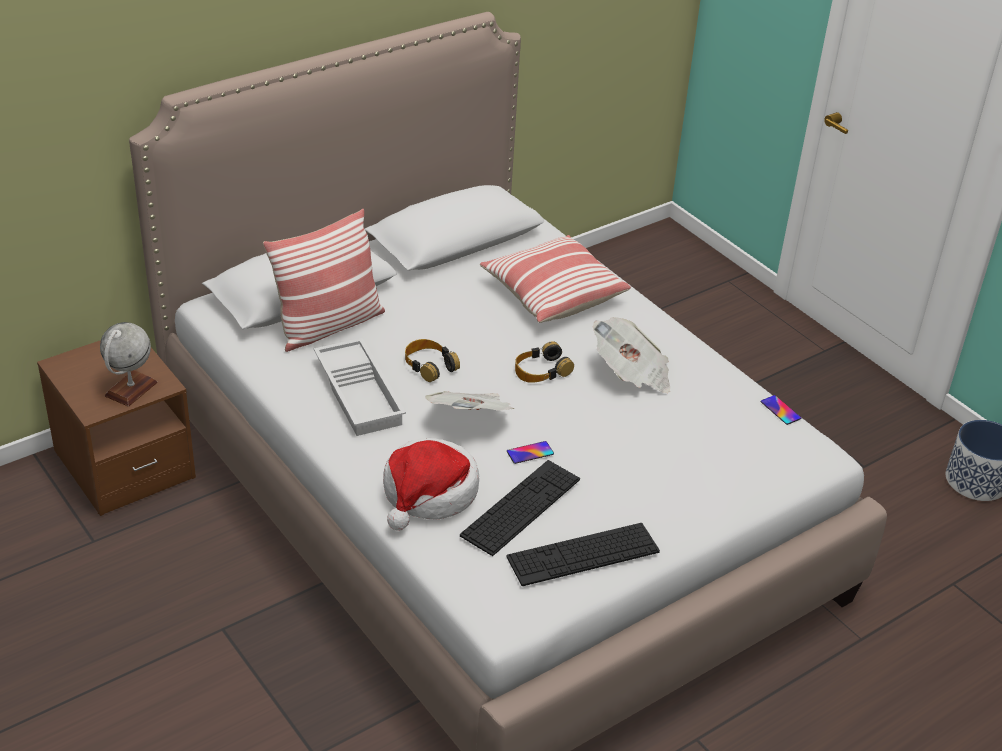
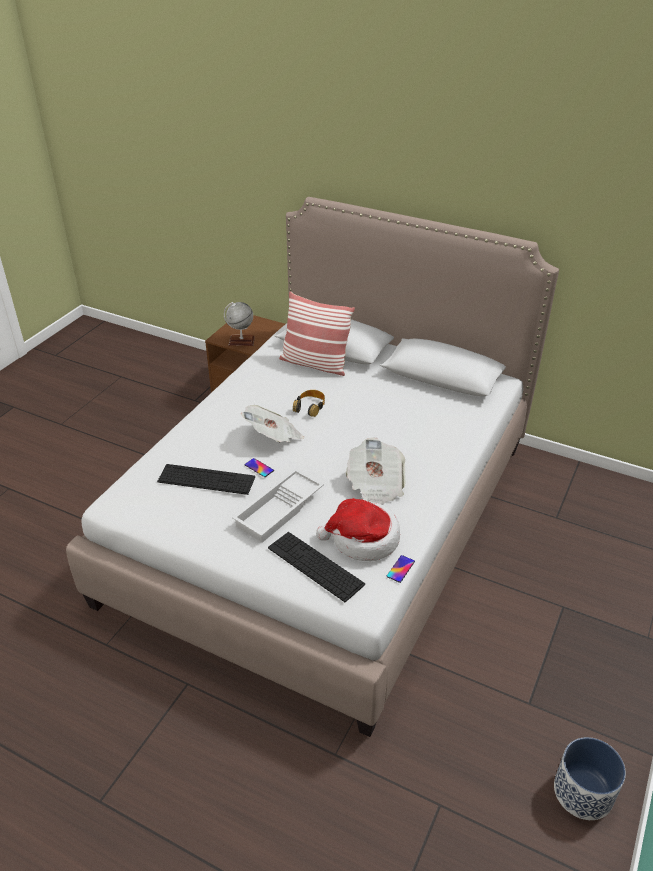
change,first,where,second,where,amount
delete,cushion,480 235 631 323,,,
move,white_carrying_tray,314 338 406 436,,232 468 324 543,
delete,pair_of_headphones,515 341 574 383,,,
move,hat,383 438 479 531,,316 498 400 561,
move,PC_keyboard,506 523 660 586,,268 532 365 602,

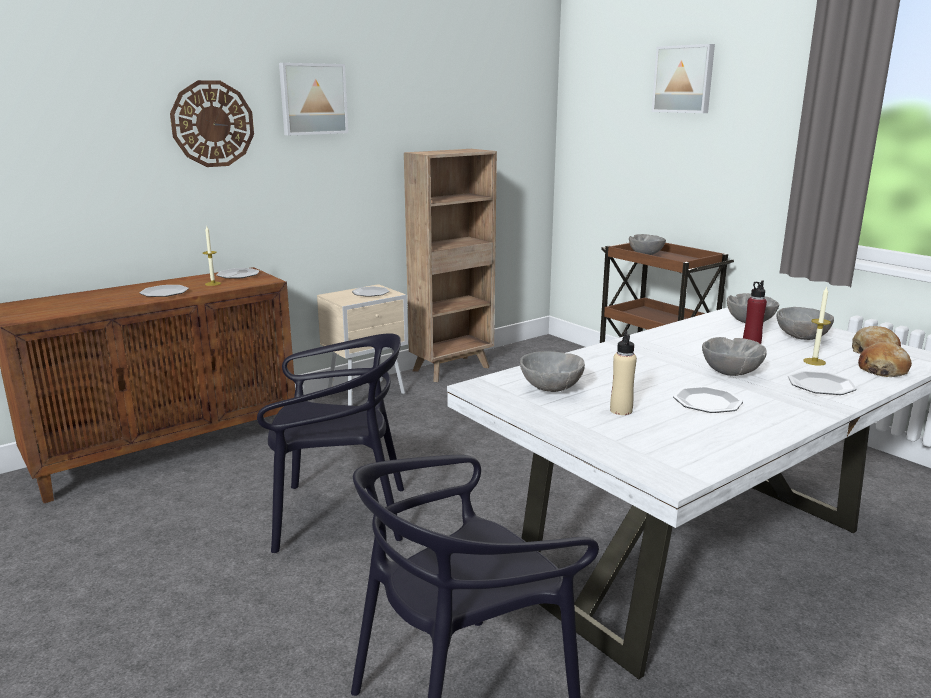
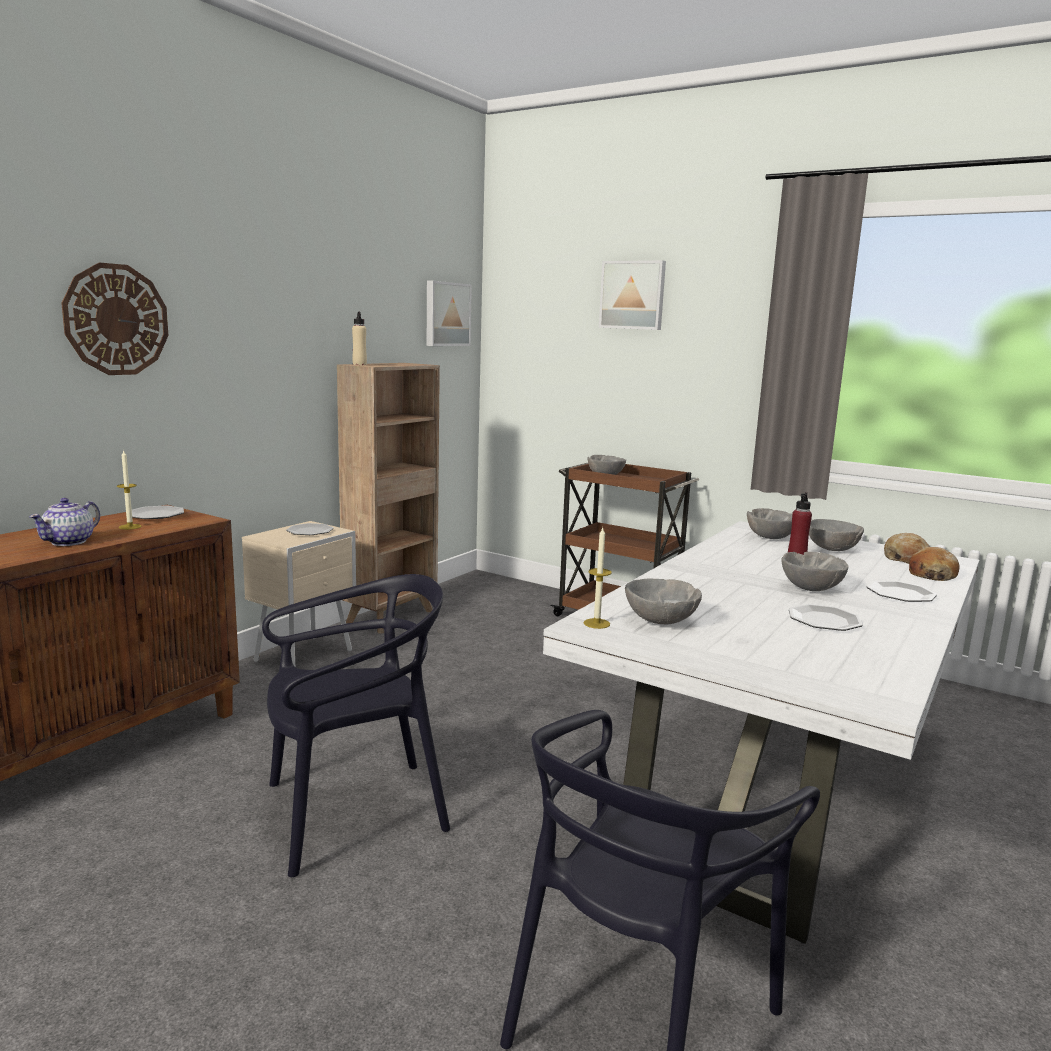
change,first,where,second,where,amount
move,wall_art,279 63 348 135,,427 281 472 346,
replace,dinner_plate,139 285 189 297,teapot,29 498 100 546,
move,candle,803 286 831 366,,584 528 612 629,
move,sand-coloured_bottle,610 331 637 415,,352 312 367 365,

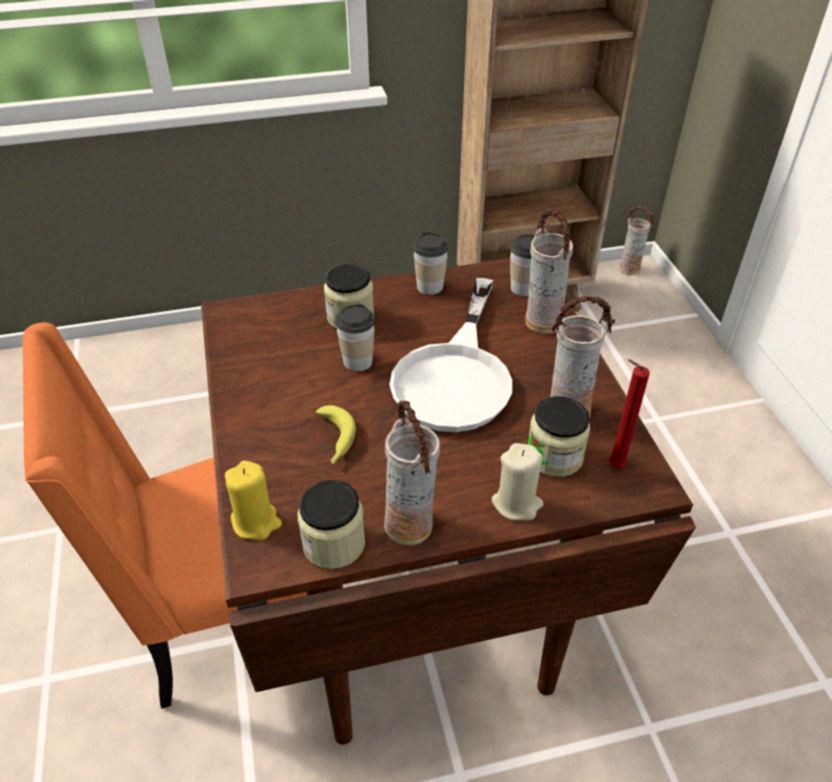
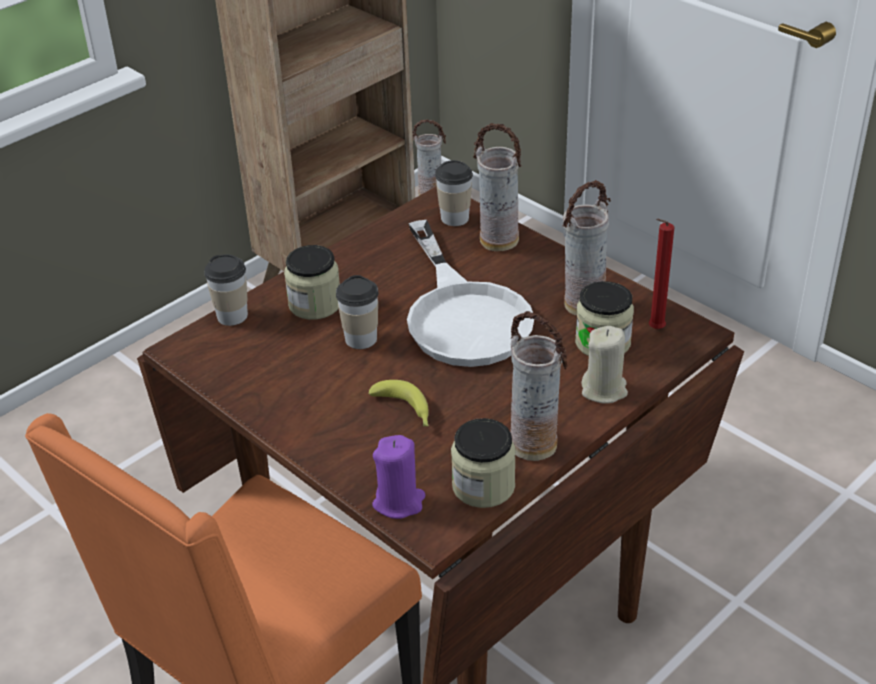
change,first,where,second,where,amount
move,cup,413 232 449 295,,204 255 248 326,
recolor,yellow-coloured_candle,225 461 282 540,purple-coloured_candle,372 435 426 519,

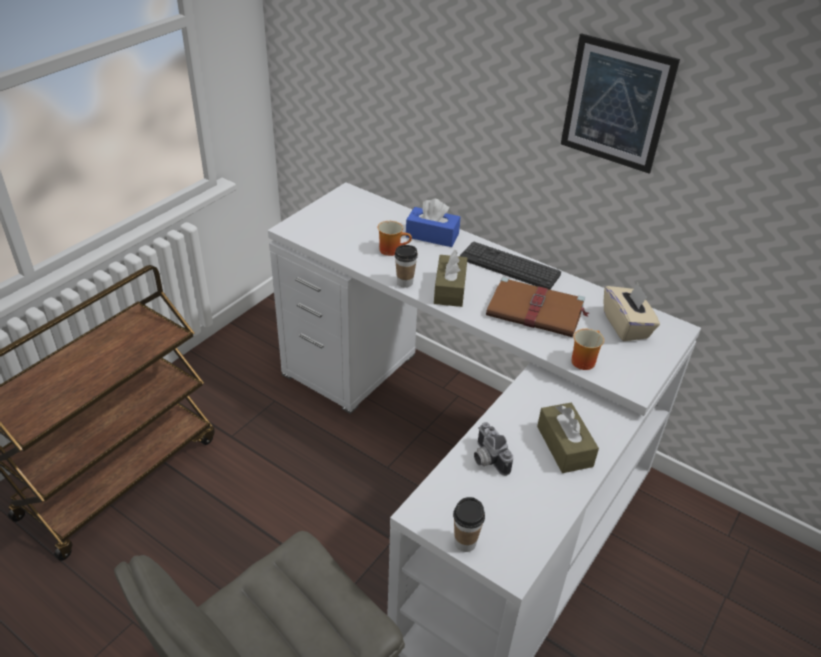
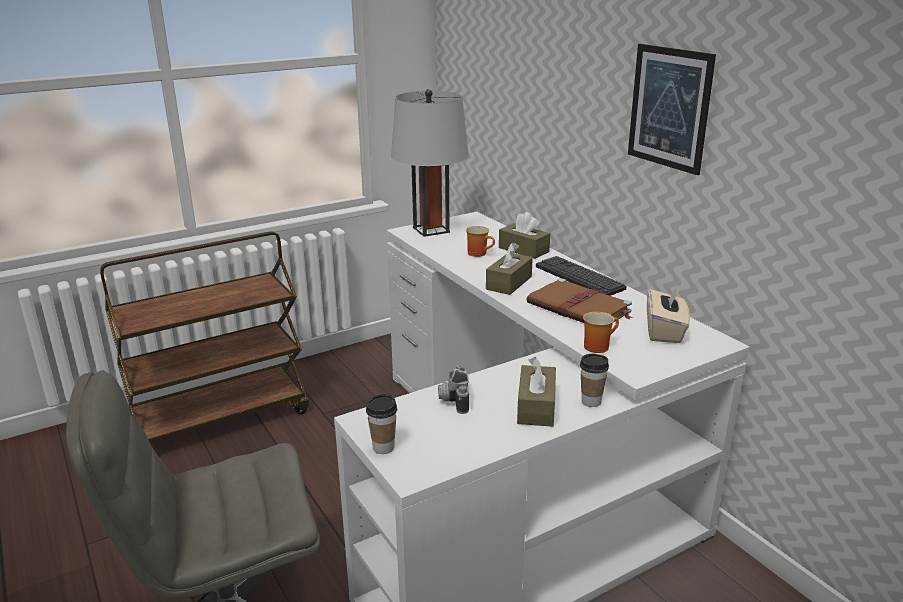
change,first,where,second,where,amount
recolor,blue_tissue_holder,406 199 460 247,brown_tissue_holder,499 212 550 259,
move,cup,395 245 418 287,,580 354 609 407,
insert,,,gray_lamp_for_a_table,391 89 469 237,

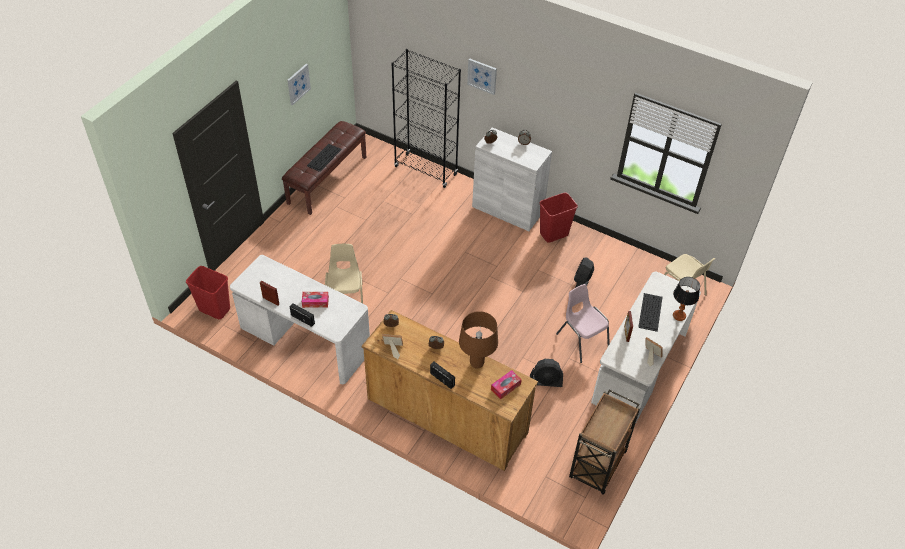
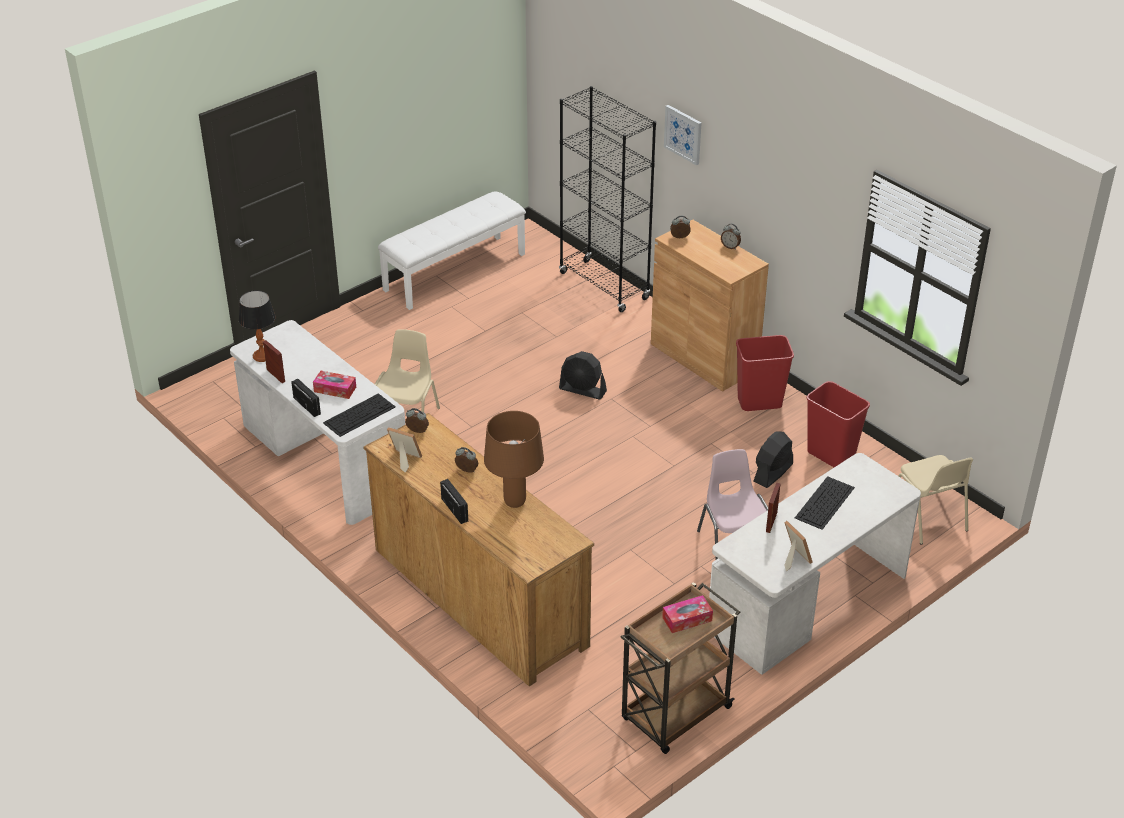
change,first,where,second,where,amount
delete,wall_art,287 64 311 105,,,
recolor,brown_indoor_bench,282 121 366 215,white_indoor_bench,378 192 526 310,
recolor,white_cupboard,472 128 552 231,brown_cupboard,651 220 769 392,
move,PC_keyboard,307 144 342 172,,323 393 396 437,
move,red_rubbish_bin,186 266 230 319,,807 381 870 467,
move,lamp_for_a_table,673 277 700 321,,239 290 276 362,
move,blackish_cooling_fan,530 359 563 387,,559 351 607 400,
move,tissue_holder,491 370 522 399,,662 595 713 633,

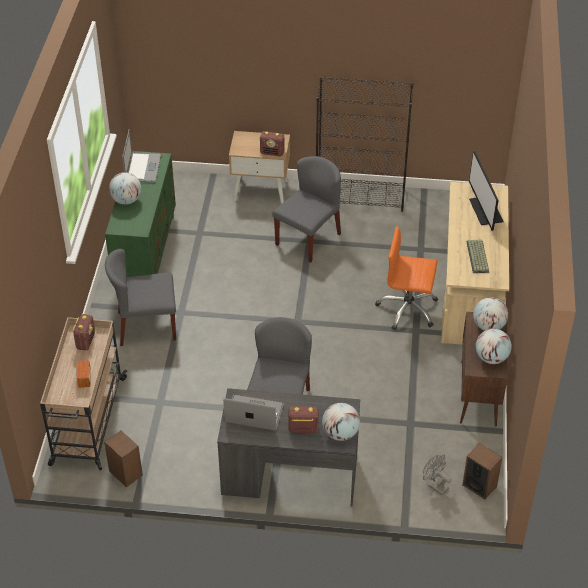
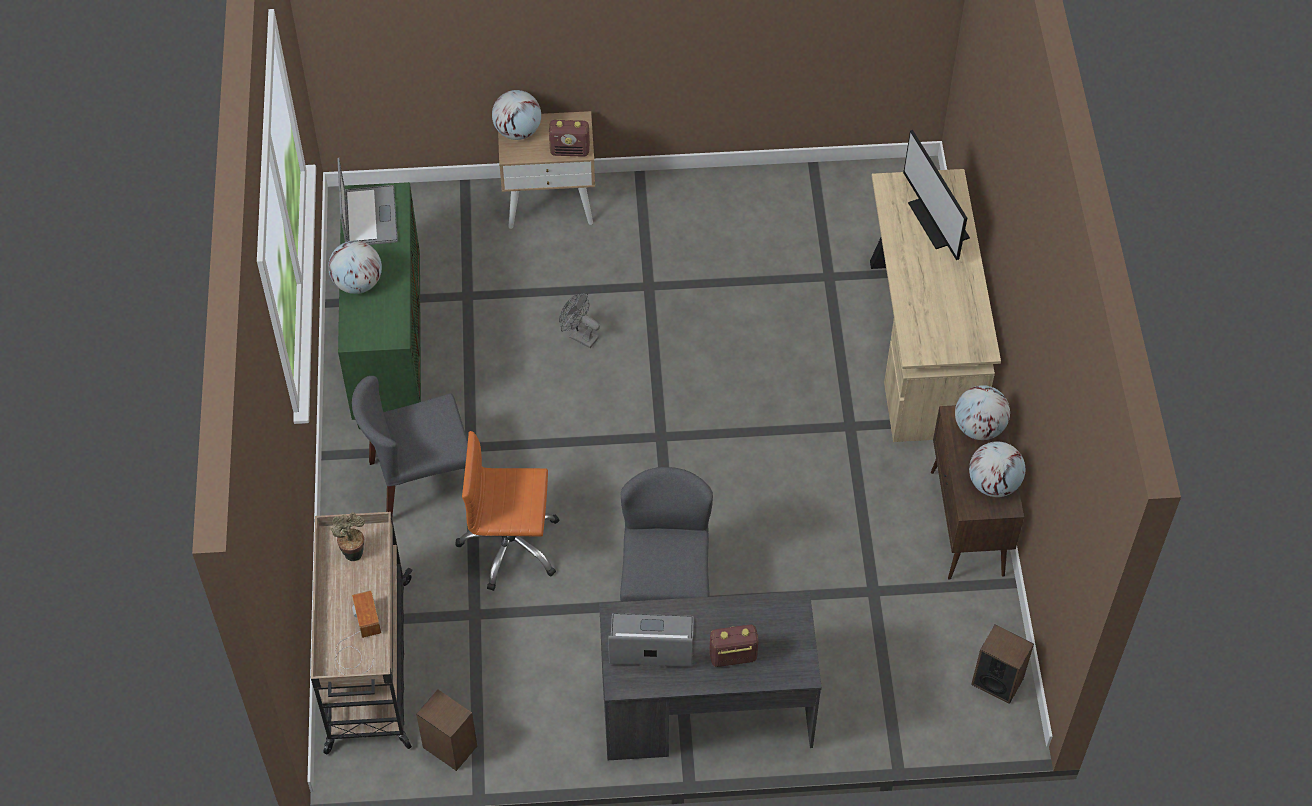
change,first,where,second,where,amount
delete,blackish_bookcase,316 77 413 212,,,
delete,gray_plain_chair,272 156 341 263,,,
move,orange-coloured_desk_chair,375 226 438 330,,455 431 560 591,
delete,PC_keyboard,466 239 489 273,,,
replace,radio_set,72 314 95 351,plant_in_a_pot,331 512 365 561,
move,globe,322 403 360 441,,492 90 541 140,
move,gray_cooling_fan,423 455 452 495,,559 293 600 348,

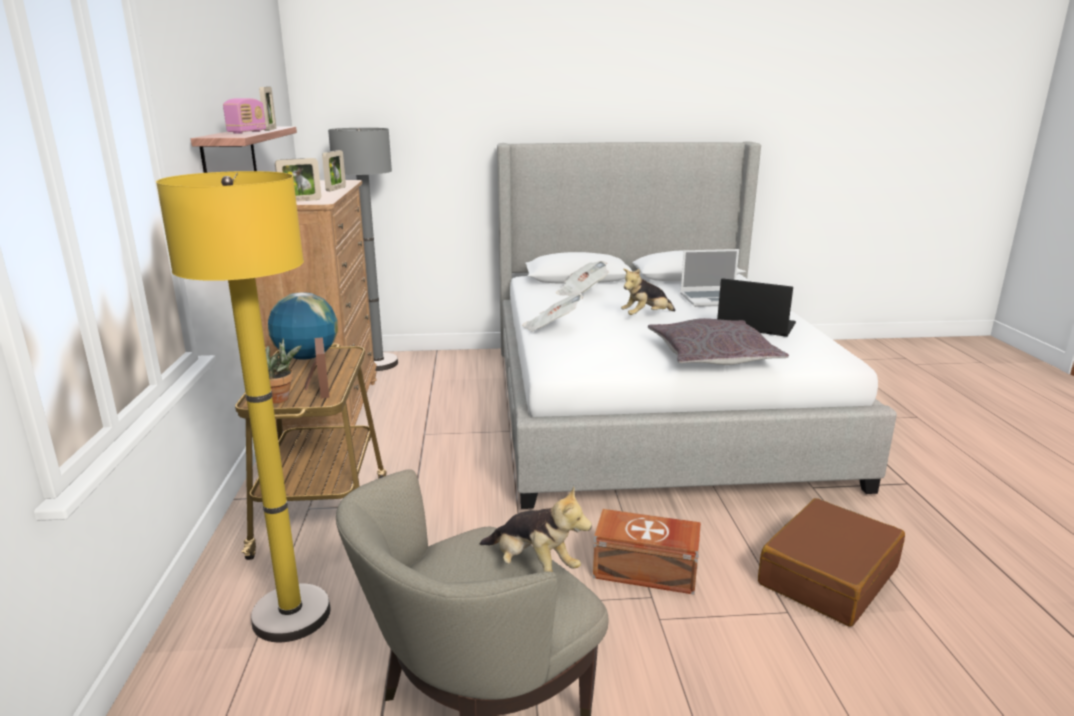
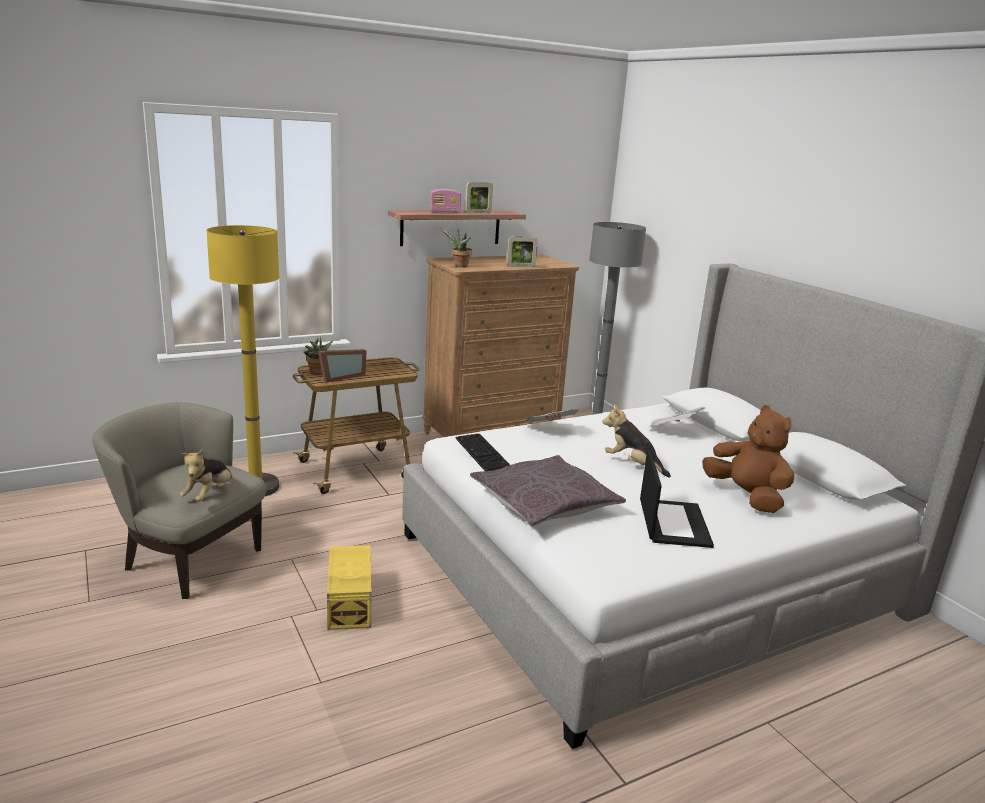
change,first,where,second,where,amount
replace,picture_frame,275 158 321 202,plant_in_a_pot,440 228 472 267,
replace,portable_computer,680 249 739 307,brown_plush_toy,702 405 794 513,
delete,globe,268 292 338 360,,,
delete,brown_suitcase,758 498 905 626,,,
recolor,brown_storage_box,593 509 701 595,yellow-coloured_storage_box,327 545 372 630,
insert,,,PC_keyboard,455 433 510 471,

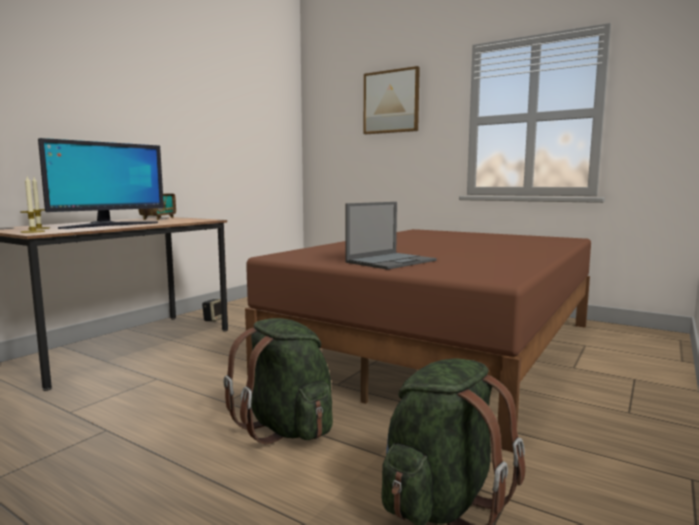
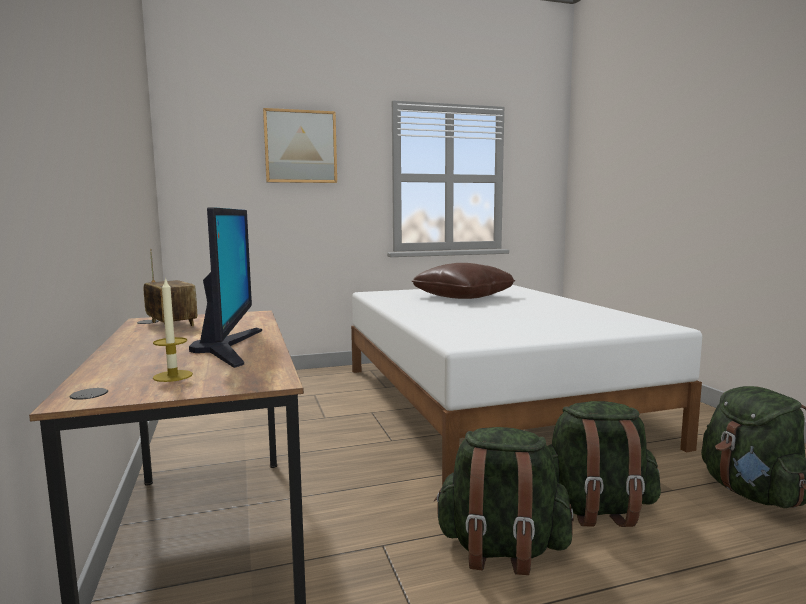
change,first,where,second,where,amount
delete,candle,21 176 45 233,,,
delete,portable_computer,345 202 437 270,,,
recolor,brown_sleeping_bed,245 229 591 452,white_sleeping_bed,351 285 702 485,
delete,loudspeaker,202 299 222 322,,,
insert,,,brown_cushion,412 263 515 299,
insert,,,green_backpack,434 427 574 575,

